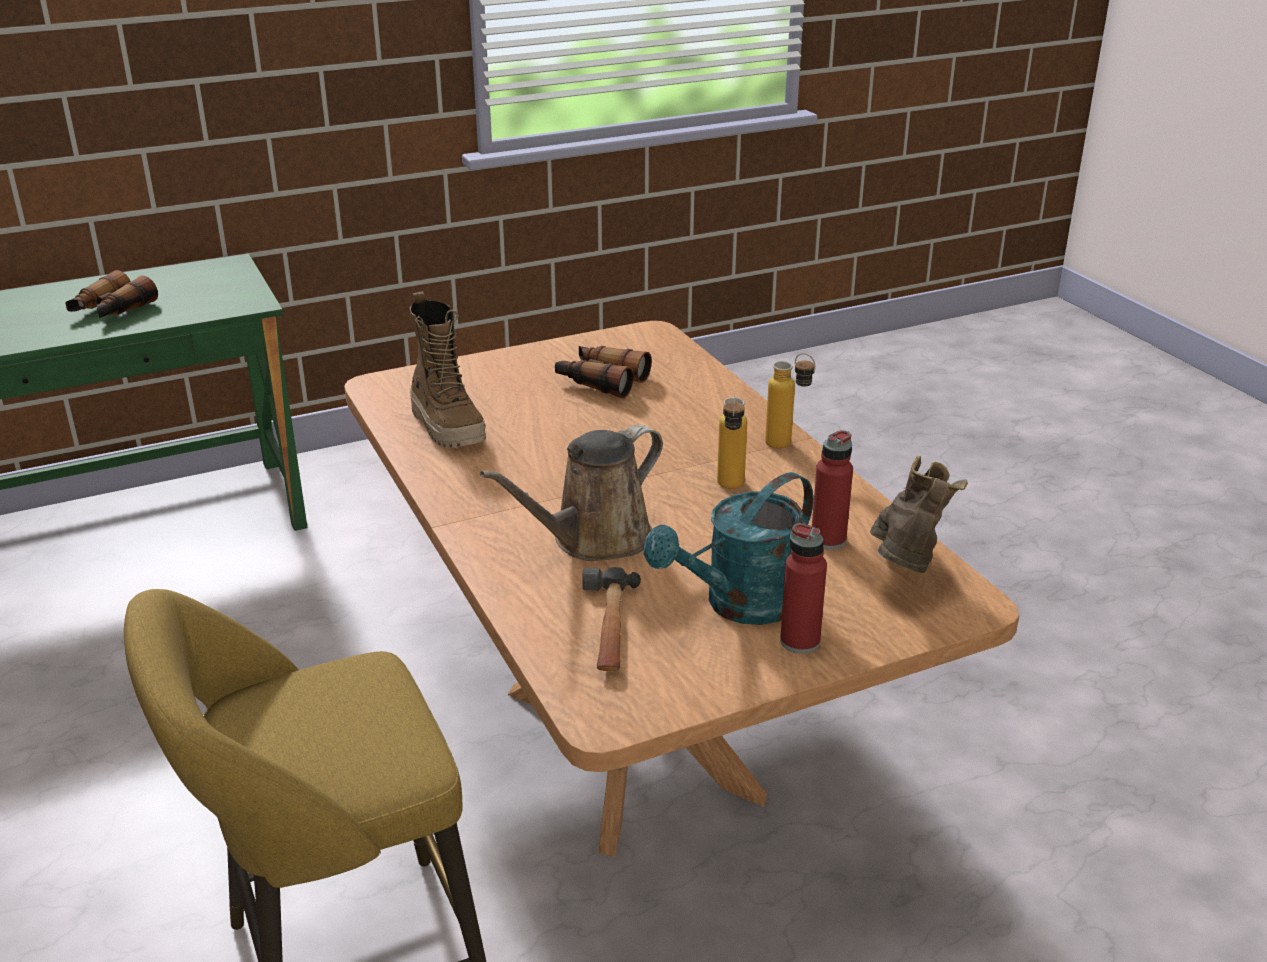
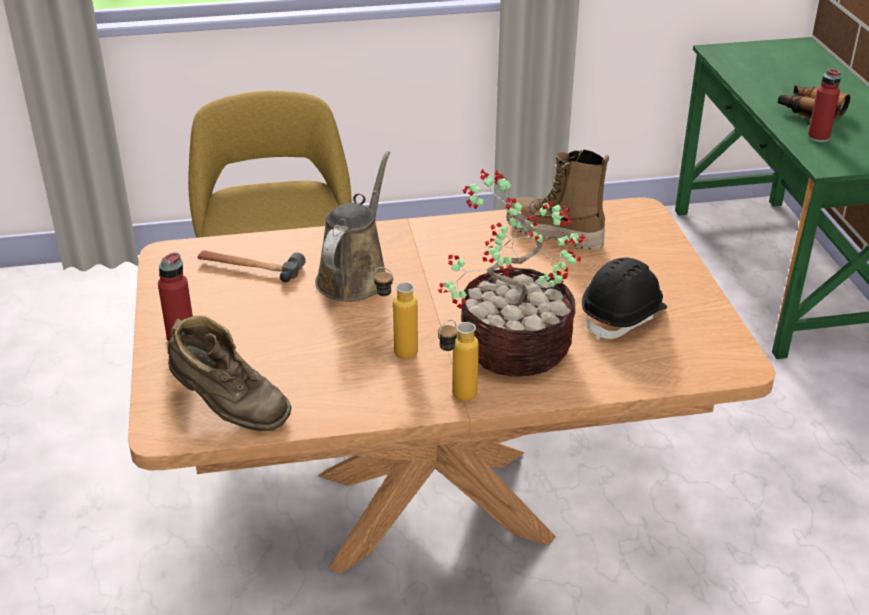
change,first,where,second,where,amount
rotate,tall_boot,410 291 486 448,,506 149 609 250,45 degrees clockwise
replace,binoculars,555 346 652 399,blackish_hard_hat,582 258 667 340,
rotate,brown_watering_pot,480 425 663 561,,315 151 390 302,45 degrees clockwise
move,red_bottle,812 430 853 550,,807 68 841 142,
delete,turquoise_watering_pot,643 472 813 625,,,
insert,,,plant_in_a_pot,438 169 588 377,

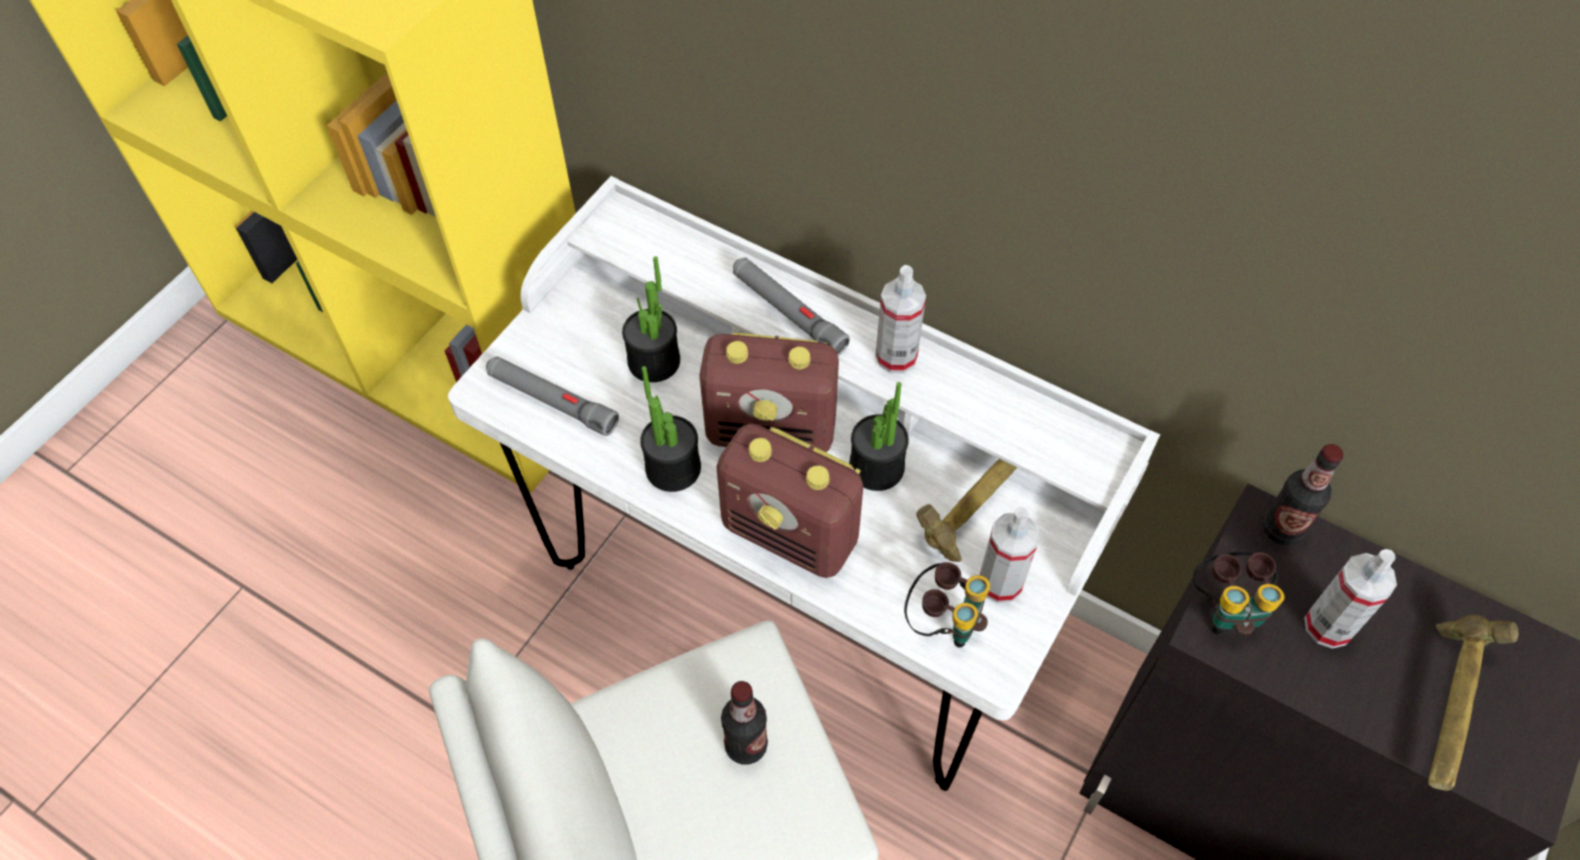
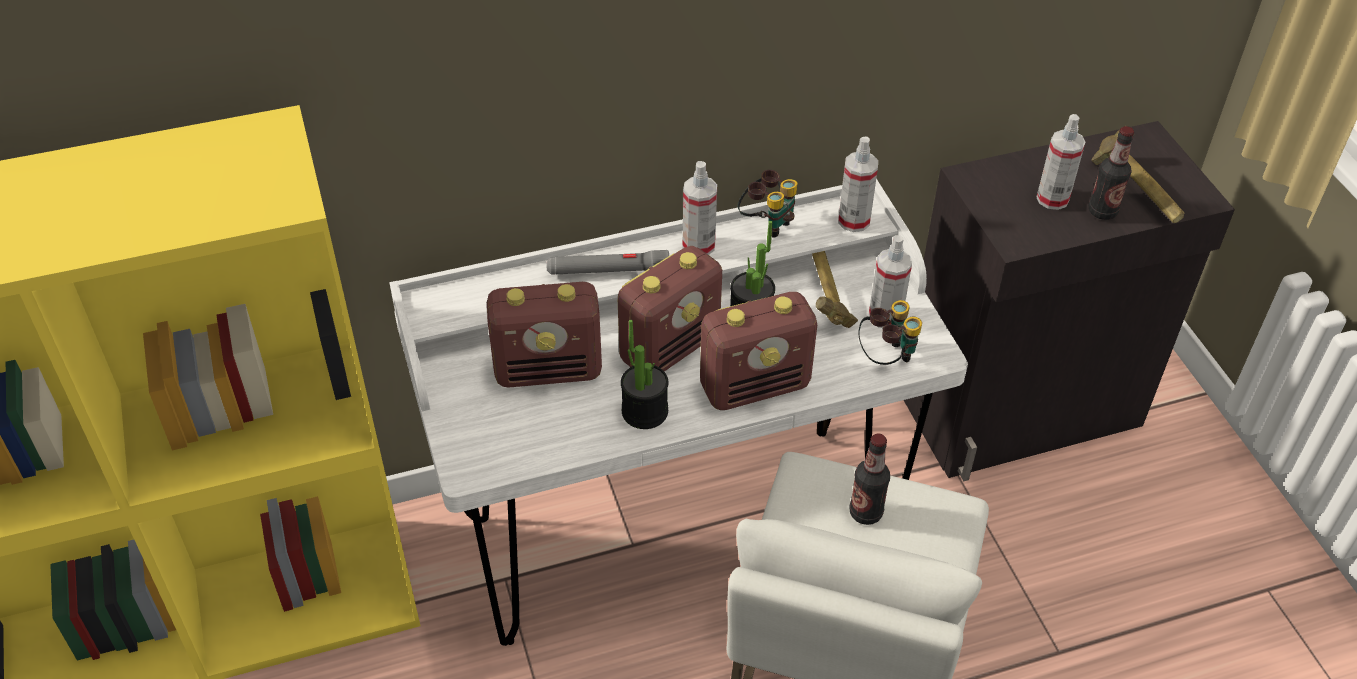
change,first,where,second,where,amount
replace,plant_in_a_pot,622 256 680 382,radio_set,487 282 602 388,
delete,gray_flashlight,486 356 619 436,,,
move,bottle,1262 444 1343 545,,1089 126 1134 220,
move,binoculars,1193 551 1284 635,,738 170 798 238,
insert,,,spray_bottle,838 137 878 232,

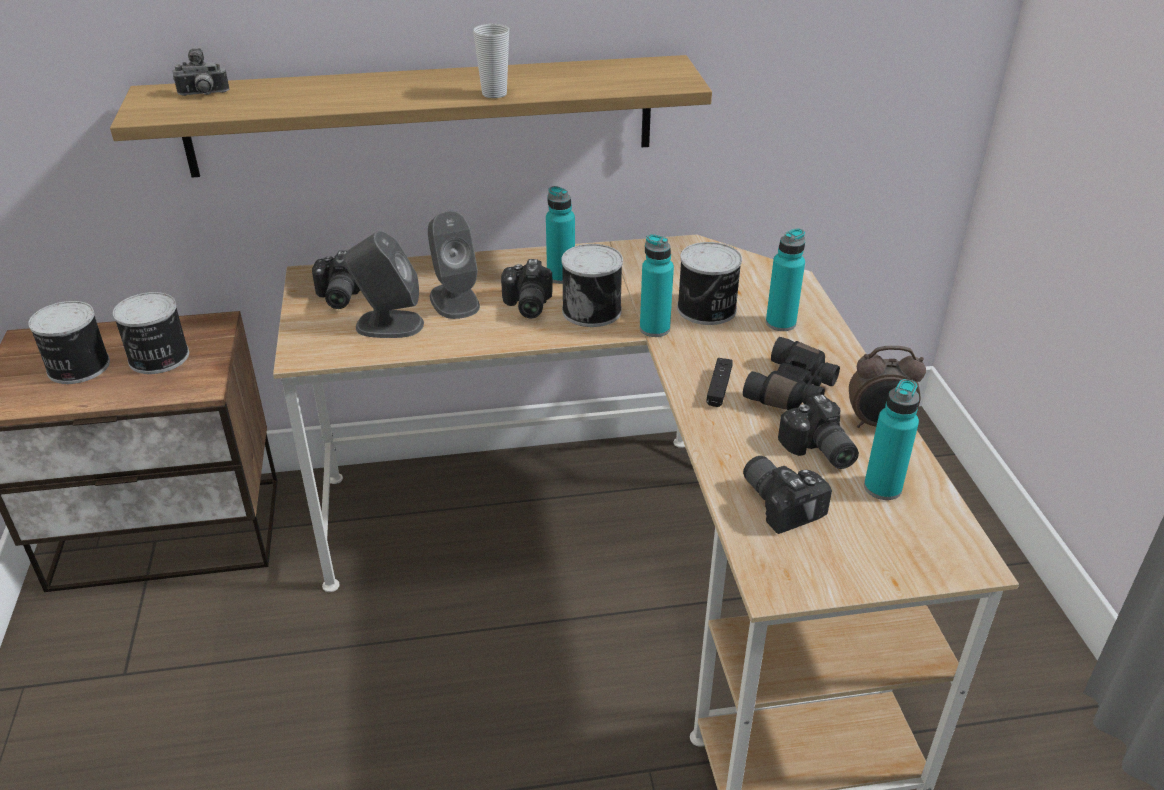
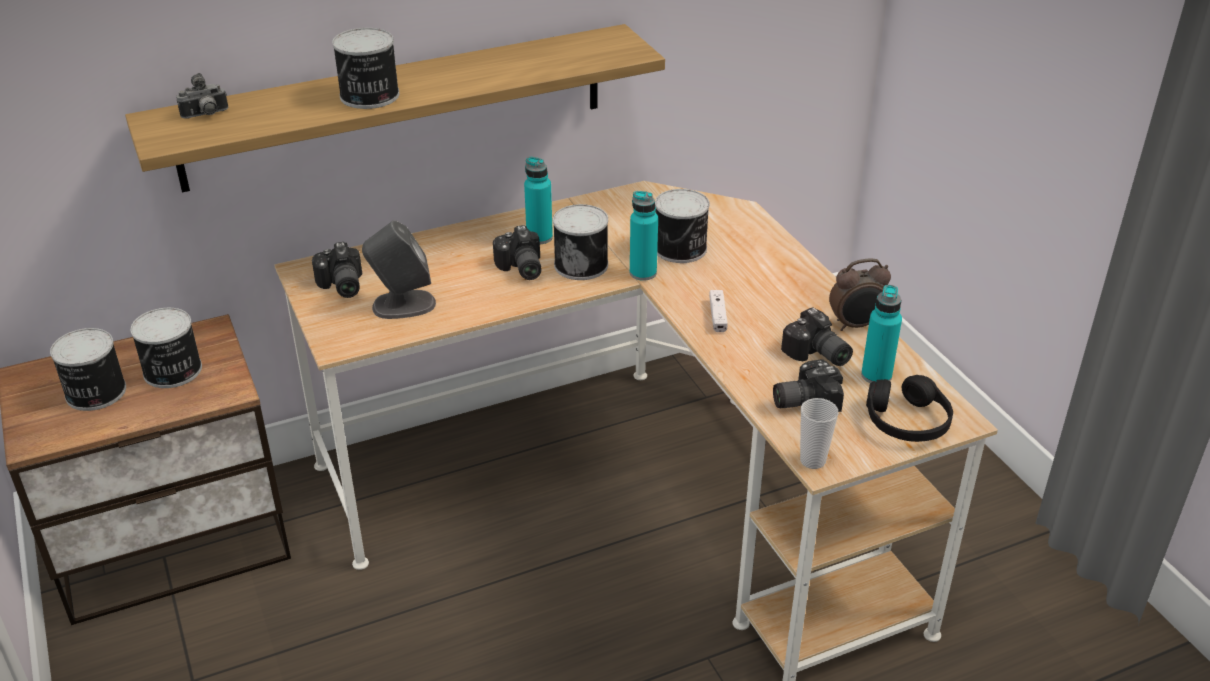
change,first,where,second,where,amount
move,cup,473 24 509 98,,800 398 838 469,
delete,gray_loudspeaker,428 211 480 319,,,
delete,turquoise_bottle,766 228 805 331,,,
delete,blackish_binoculars,743 337 840 410,,,
recolor,blackish_game_controller,707 358 733 407,white_game_controller,709 290 728 332,
rotate,still_camera,743 456 832 534,,773 359 844 412,60 degrees counterclockwise
insert,,,metal_can,332 28 399 109,
insert,,,blackish_pair_of_headphones,866 375 953 442,

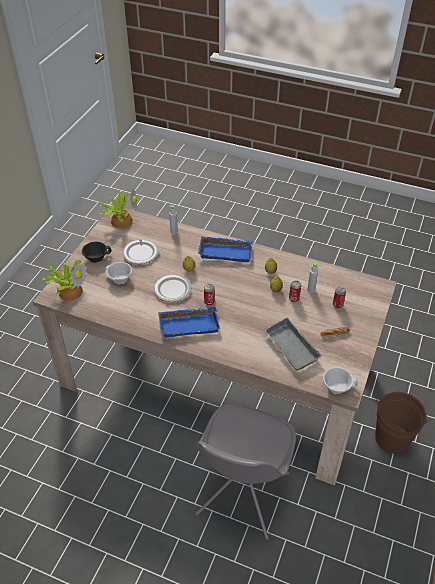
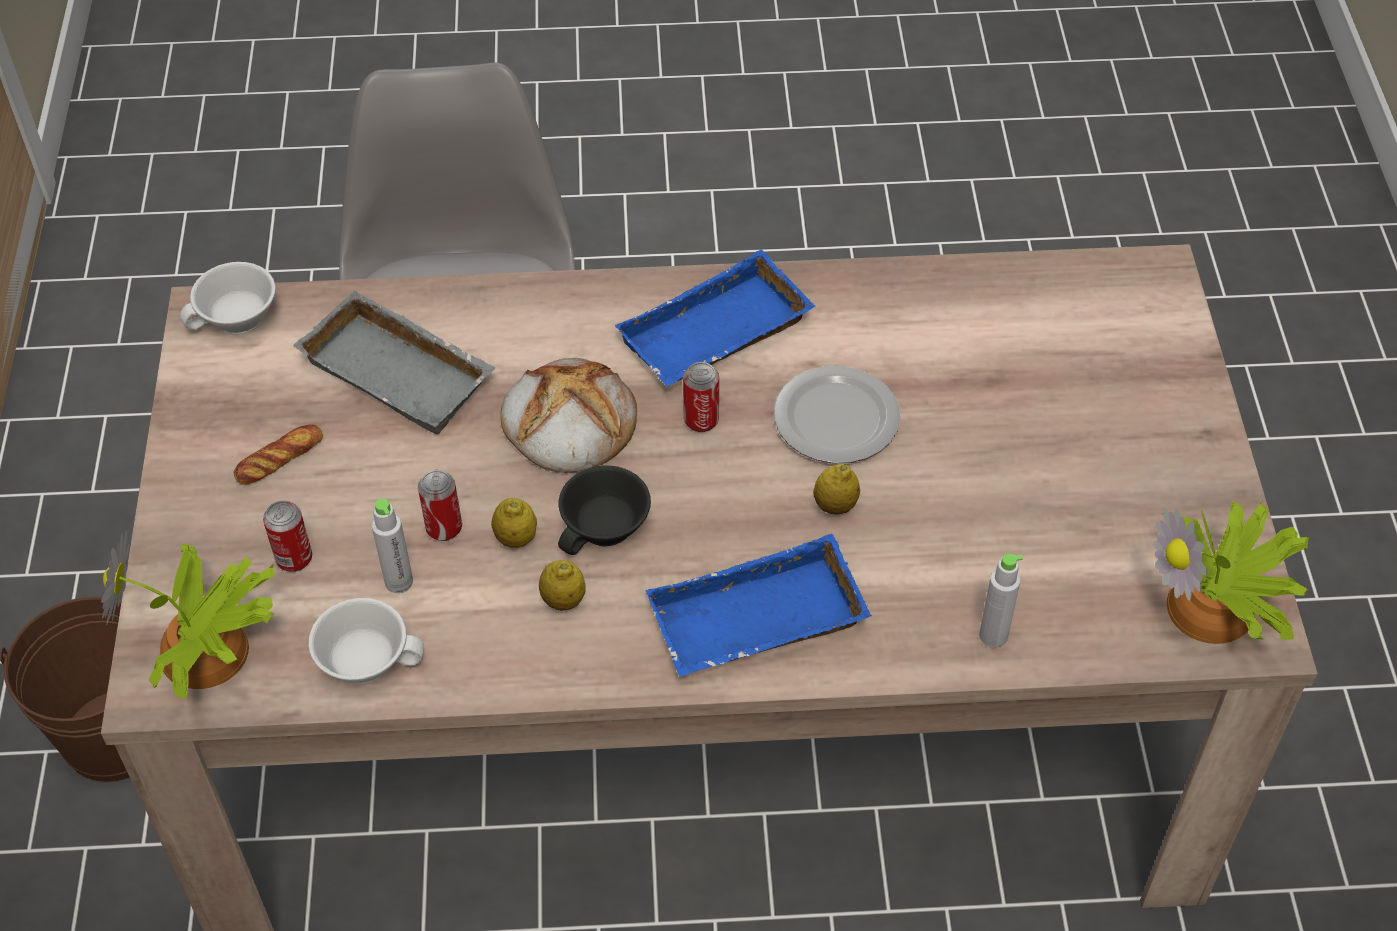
change,first,where,second,where,amount
delete,dinner_plate,123 240 158 264,,,
move,blackish_cup,82 242 112 263,,558 465 651 555,
move,plant_in_a_pot,41 260 87 301,,101 530 275 699,
move,white_cup,105 262 132 284,,308 598 424 684,
insert,,,bread,500 358 637 473,

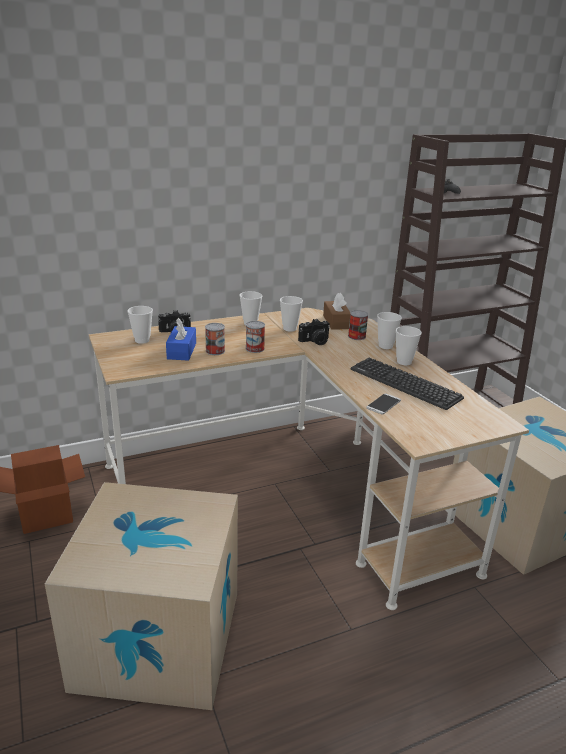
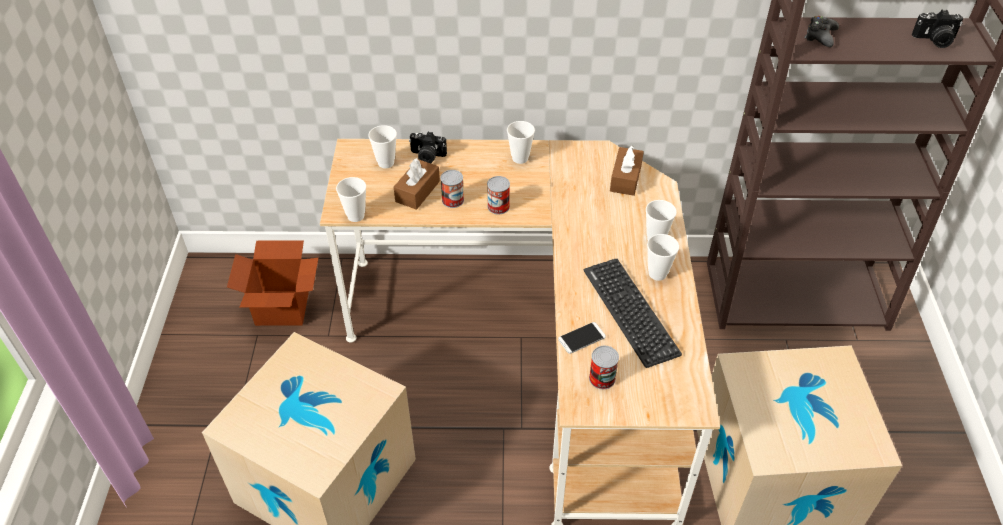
change,first,where,second,where,amount
move,cup,280 296 303 332,,336 177 366 222,
move,metal_can,348 310 368 340,,589 346 619 389,
recolor,blue_tissue_holder,166 318 196 361,brown_tissue_holder,394 158 440 210,
move,still_camera,298 319 330 345,,912 10 963 48,

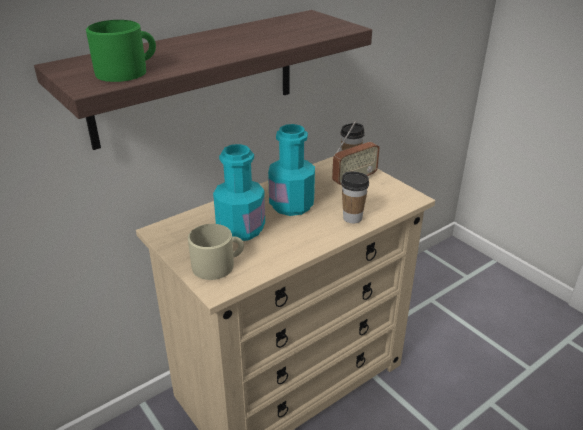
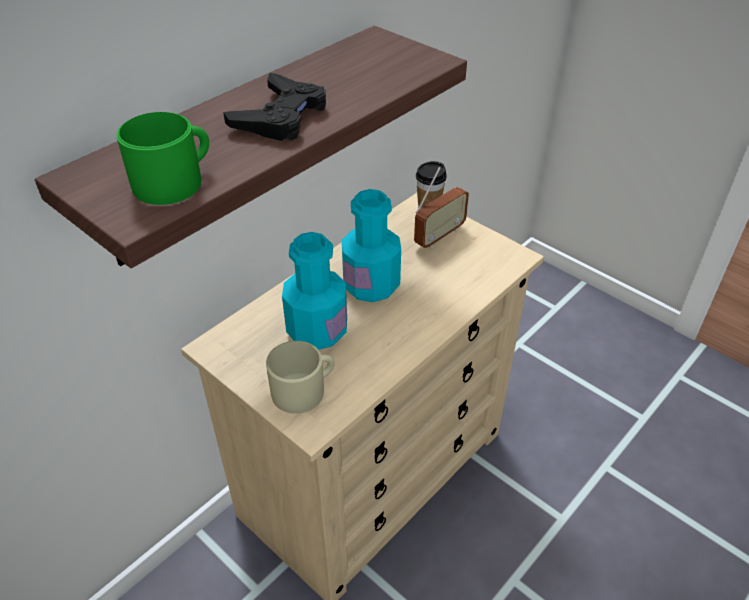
change,first,where,second,where,amount
delete,cup,341 171 369 223,,,
insert,,,blackish_game_controller,223 73 326 141,

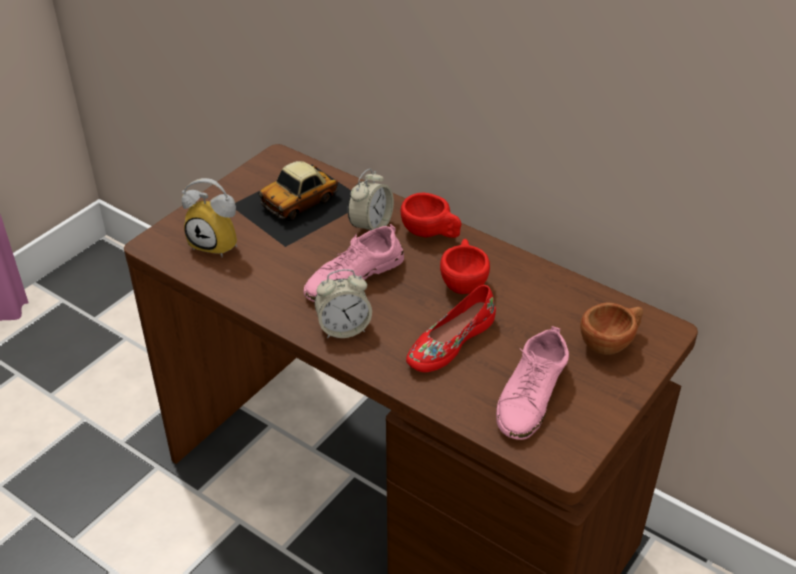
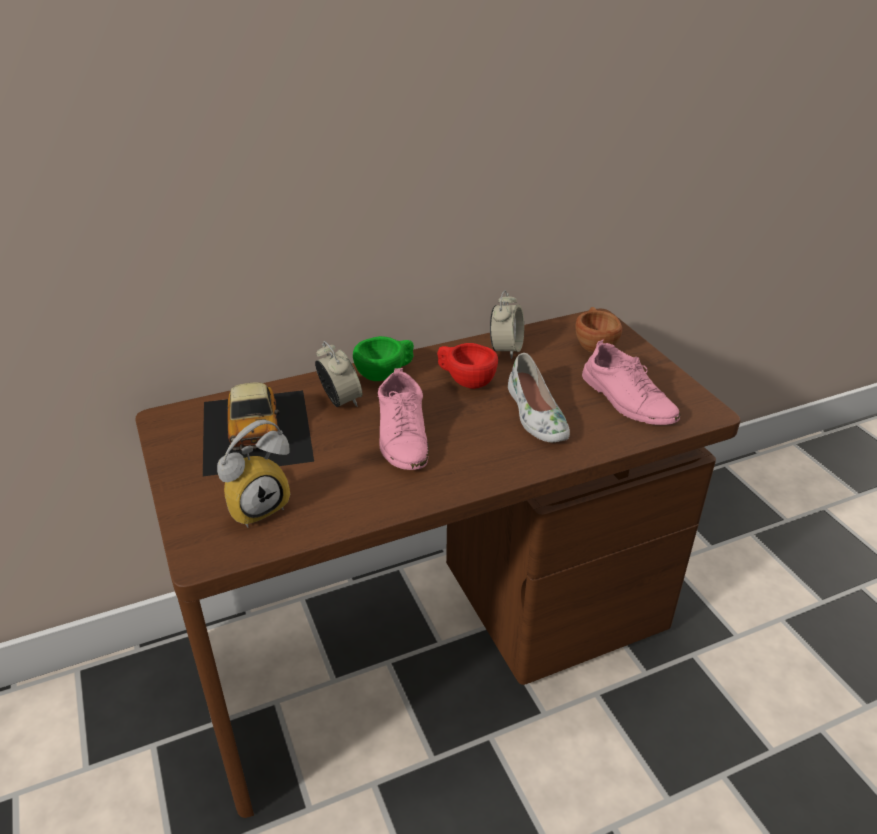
change,first,where,second,where,amount
recolor,red_cup,401 193 462 238,green_cup,353 336 414 381,
move,table_clock,315 269 372 339,,490 290 524 359,
recolor,red_low_shoe,406 285 496 372,white_low_shoe,508 353 570 442,

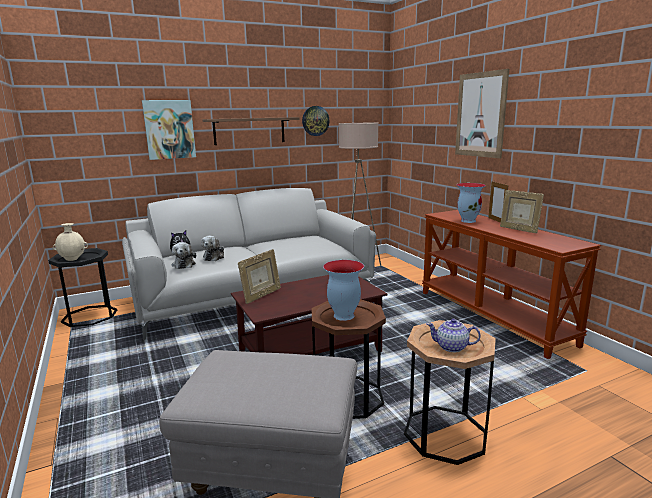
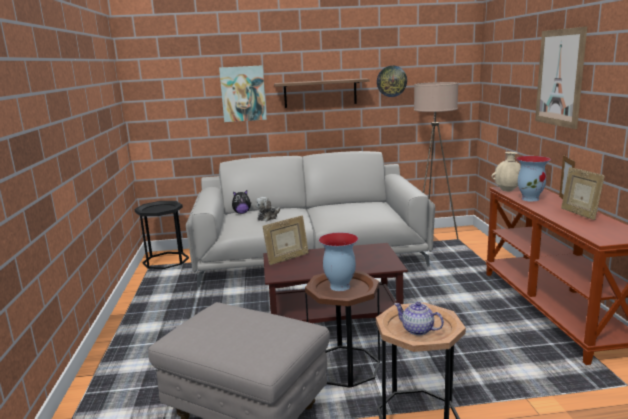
change,first,where,second,where,amount
move,sand-coloured_decorative_vase,53 223 88 261,,491 152 521 191,
delete,plush_toy,172 242 196 269,,,

